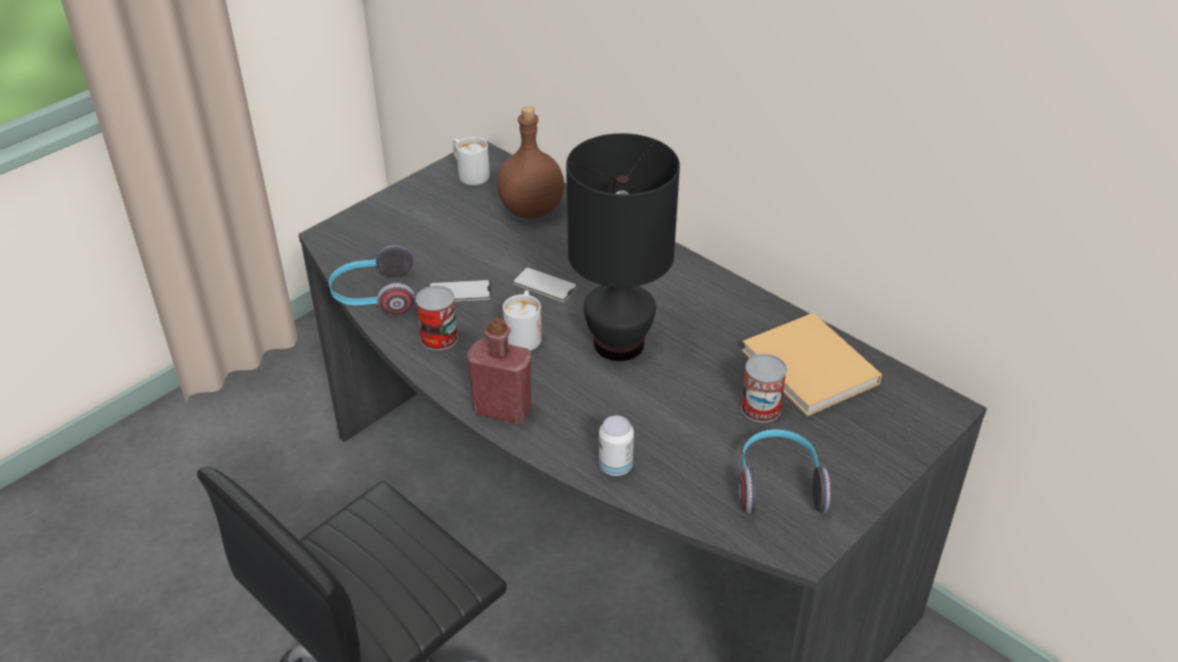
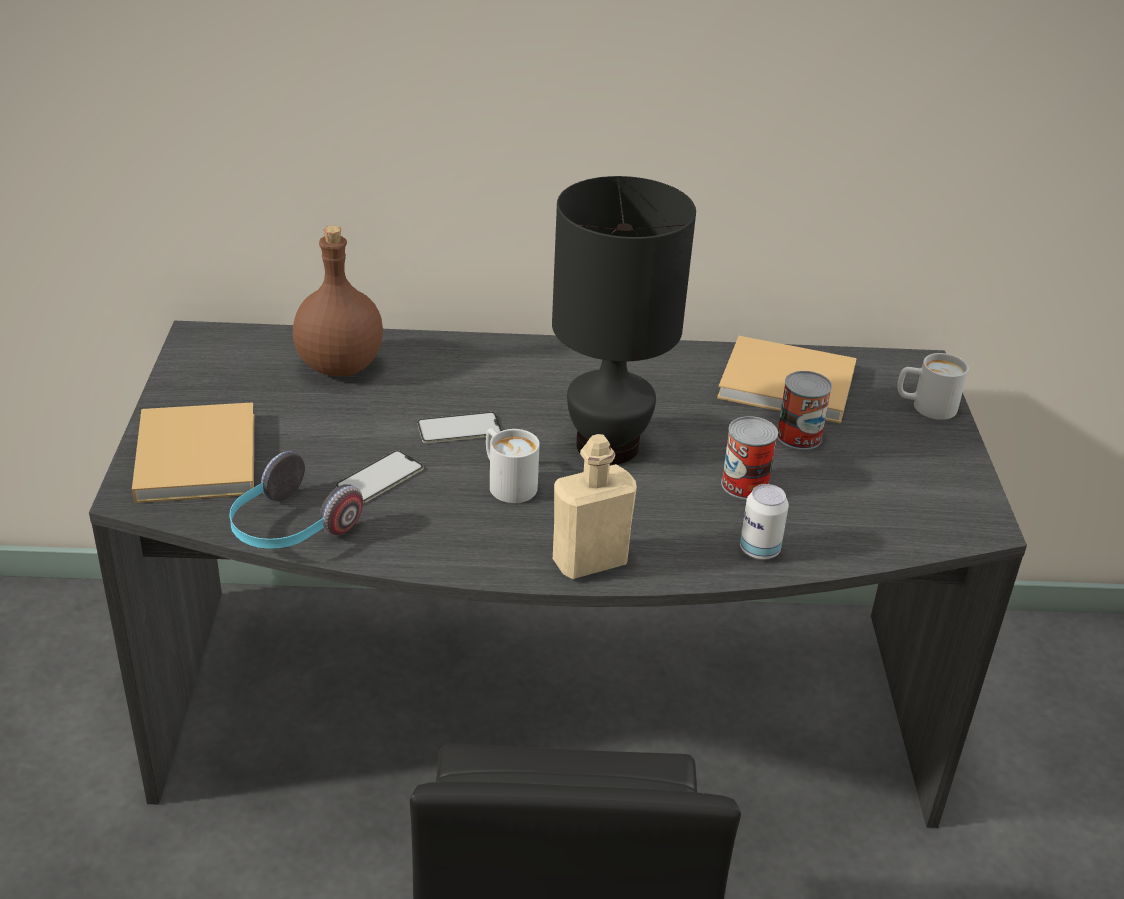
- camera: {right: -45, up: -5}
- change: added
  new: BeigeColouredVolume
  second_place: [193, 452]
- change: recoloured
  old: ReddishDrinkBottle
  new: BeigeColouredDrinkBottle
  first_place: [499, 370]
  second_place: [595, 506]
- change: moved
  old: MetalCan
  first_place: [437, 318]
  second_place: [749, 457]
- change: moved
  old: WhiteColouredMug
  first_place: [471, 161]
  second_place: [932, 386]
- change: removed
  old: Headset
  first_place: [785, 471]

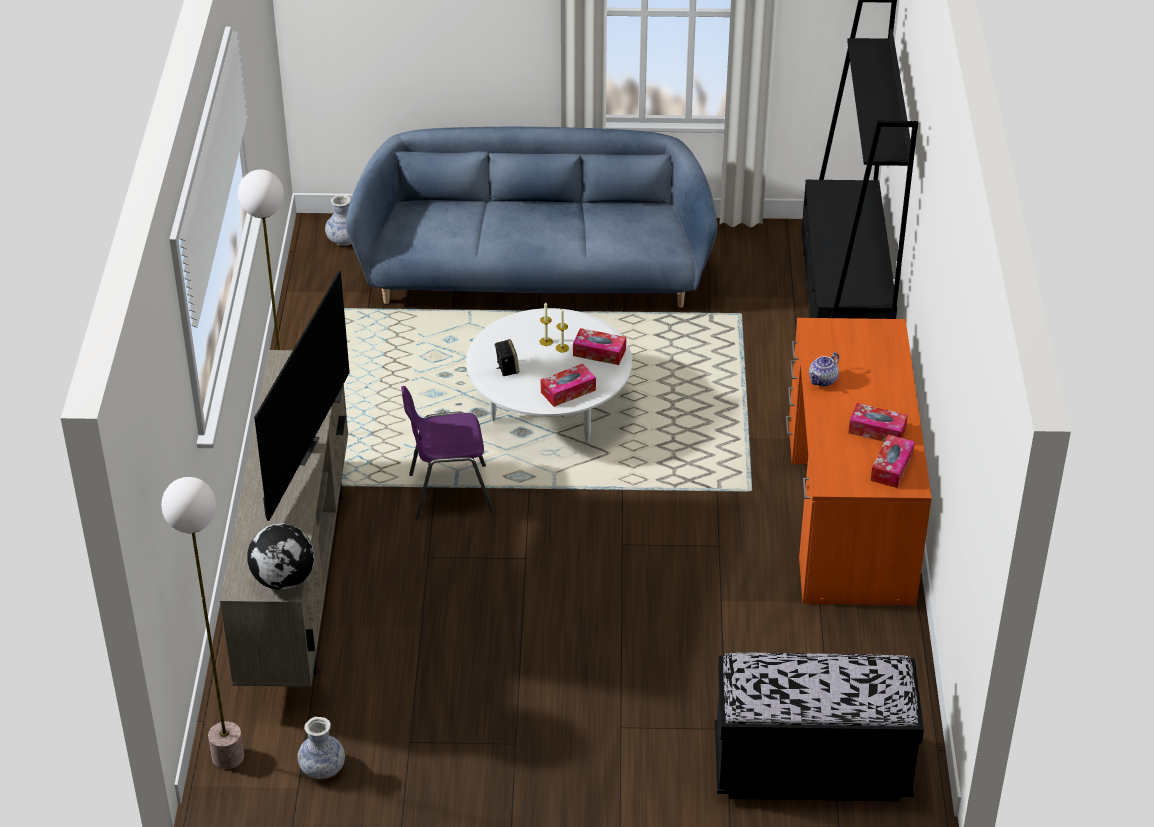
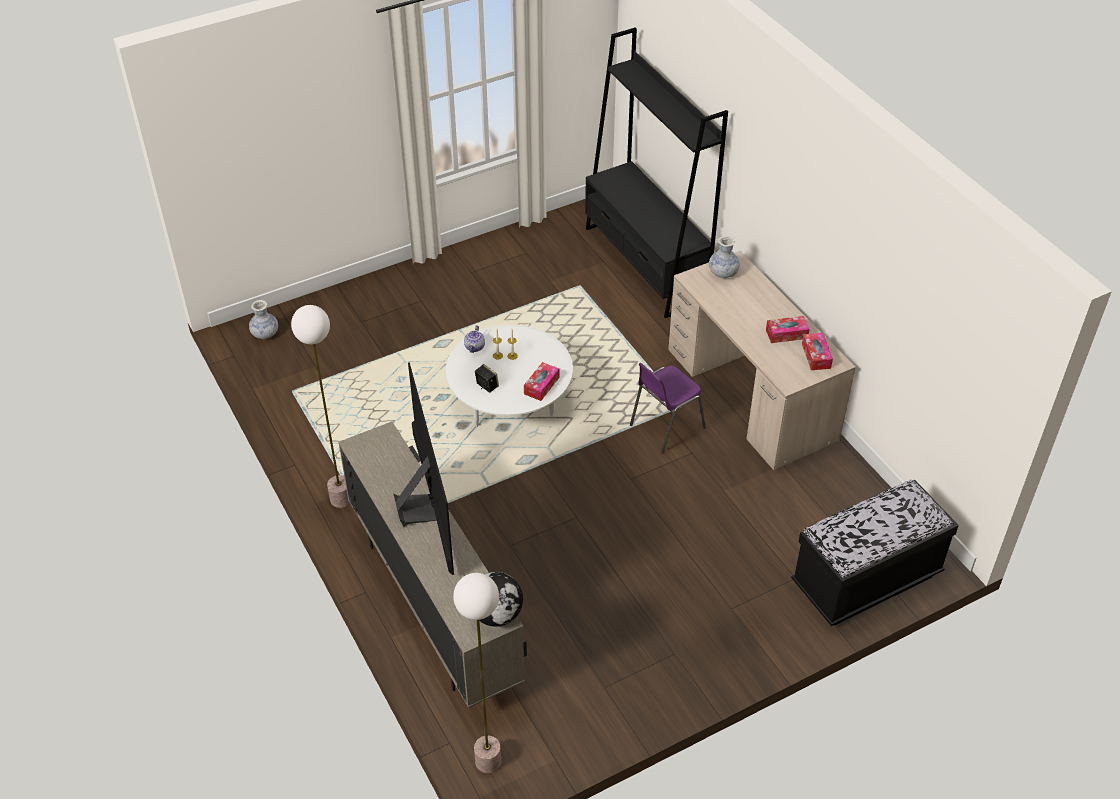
- camera: {right: -30, up: 5}
- change: moved
  old: PotForTea
  first_place: [824, 369]
  second_place: [474, 339]
- change: moved
  old: PurplishPlainChair
  first_place: [447, 452]
  second_place: [668, 408]
- change: recoloured
  old: OrangeyDeskUnit
  new: BeigeColouredDeskUnit
  first_place: [859, 461]
  second_place: [762, 360]
- change: moved
  old: FlowerVase
  first_place: [321, 748]
  second_place: [724, 257]
- change: removed
  old: BlueSettee
  first_place: [531, 217]
- change: removed
  old: TissueHolder
  first_place: [599, 346]

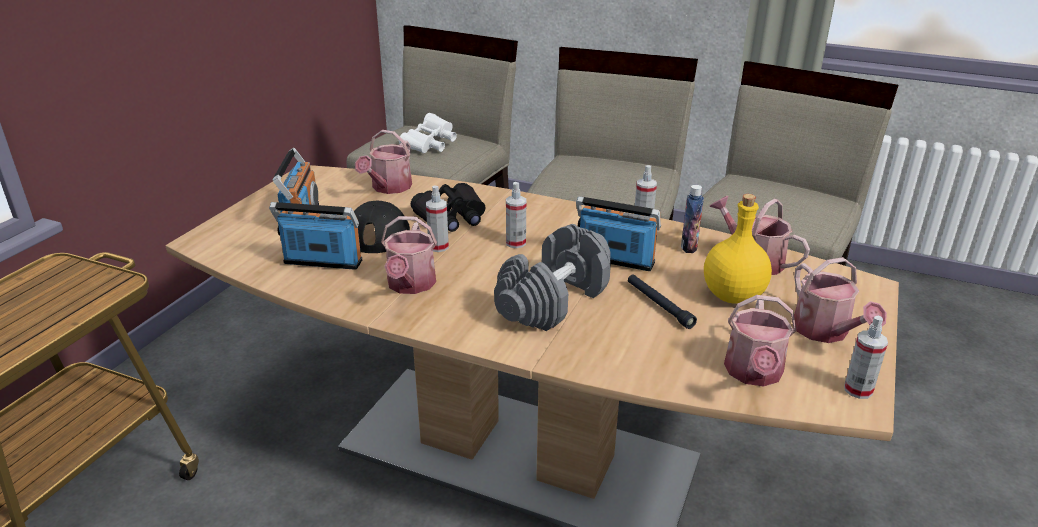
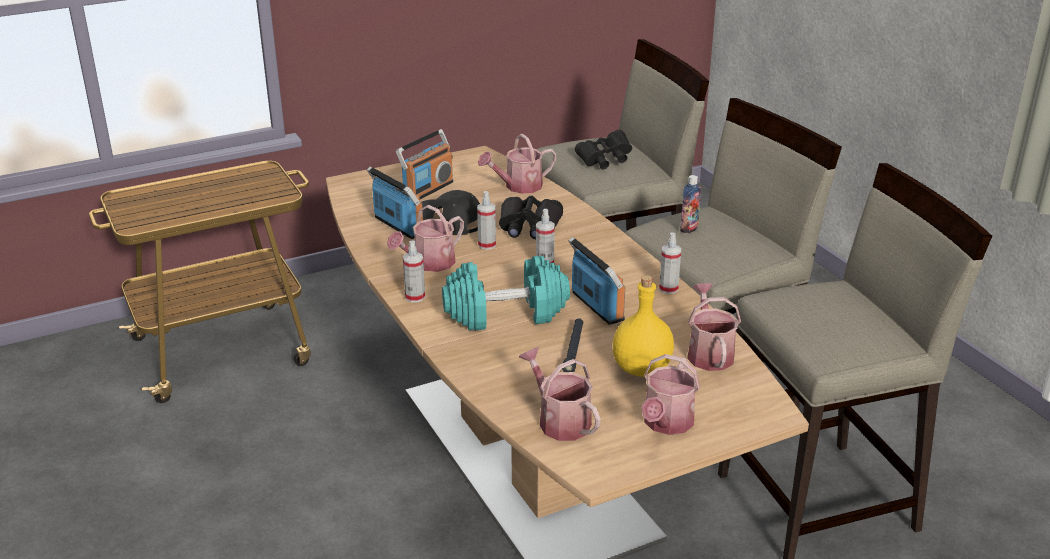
- camera: {right: 40, up: 0}
- change: moved
  old: HandSprayer
  first_place: [866, 357]
  second_place: [414, 271]
- change: recoloured
  old: GreyFreeWeight
  new: TurquoiseColouredFreeWeight
  first_place: [552, 277]
  second_place: [506, 293]
- change: turned
  old: WateringPot
  first_place: [760, 341]
  second_place: [560, 394]
  degrees: 90
- change: recoloured
  old: WhiteColouredFieldGlasses
  new: BlackFieldGlasses
  first_place: [428, 133]
  second_place: [603, 149]
- change: moved
  old: DrinkBottle
  first_place: [692, 219]
  second_place: [690, 204]

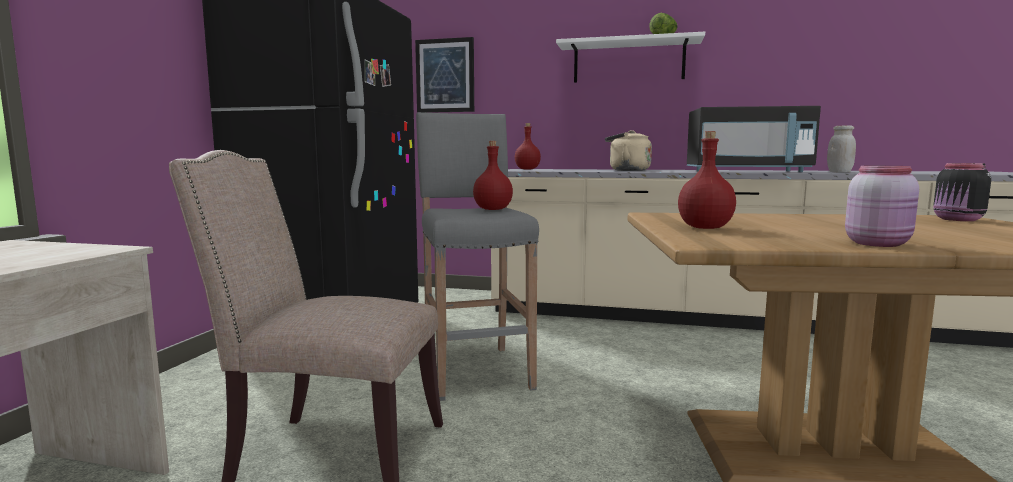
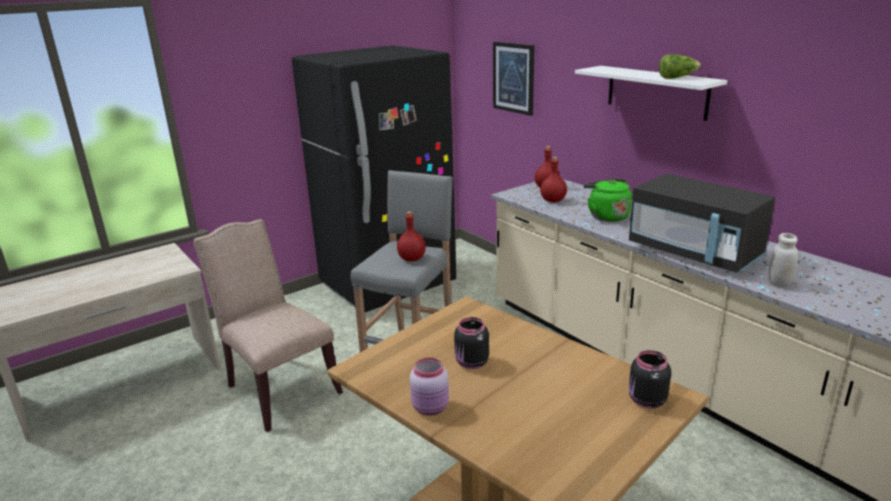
- camera: {right: 40, up: 15}
- change: added
  new: BlackStorageJar
  second_place: [471, 343]
- change: moved
  old: ReddishDrinkBottle
  first_place: [707, 180]
  second_place: [553, 179]
- change: recoloured
  old: BeigeColouredWaterKettle
  new: GreenWaterKettle
  first_place: [628, 150]
  second_place: [607, 200]

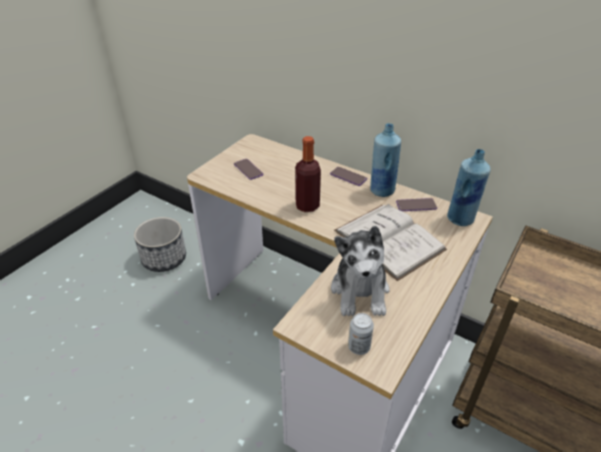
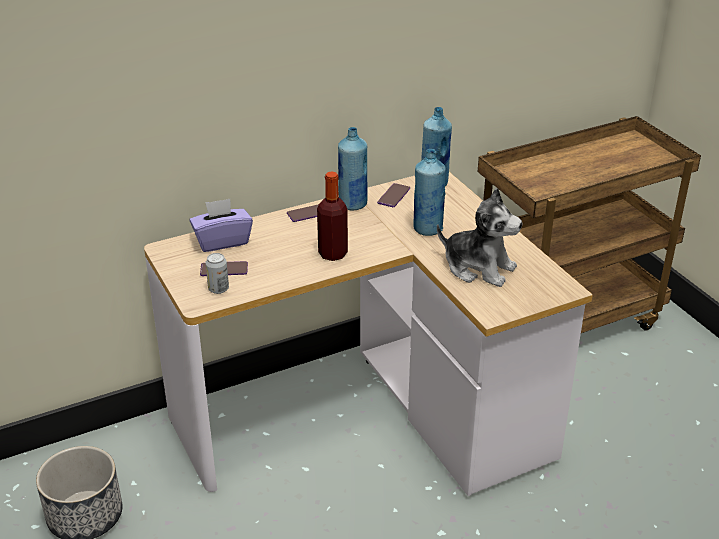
- camera: {right: -60, up: -5}
- change: added
  new: PurplishTissueHolder
  second_place: [221, 225]
- change: moved
  old: MetalCan
  first_place: [361, 334]
  second_place: [217, 273]
- change: replaced
  old: WhiteColouredVolume
  new: BlueDrinkBottle
  first_place: [390, 242]
  second_place: [429, 192]

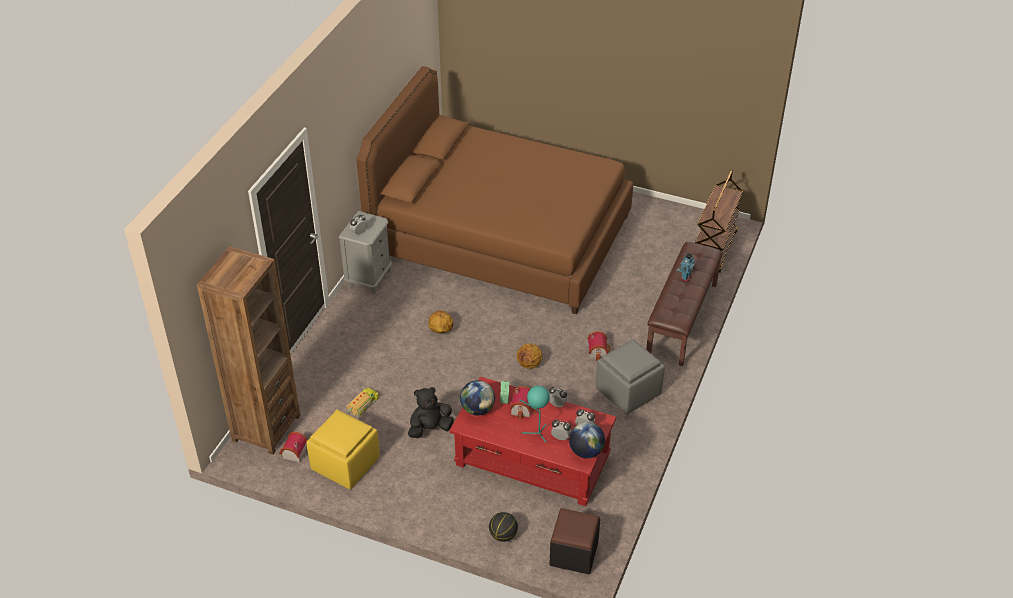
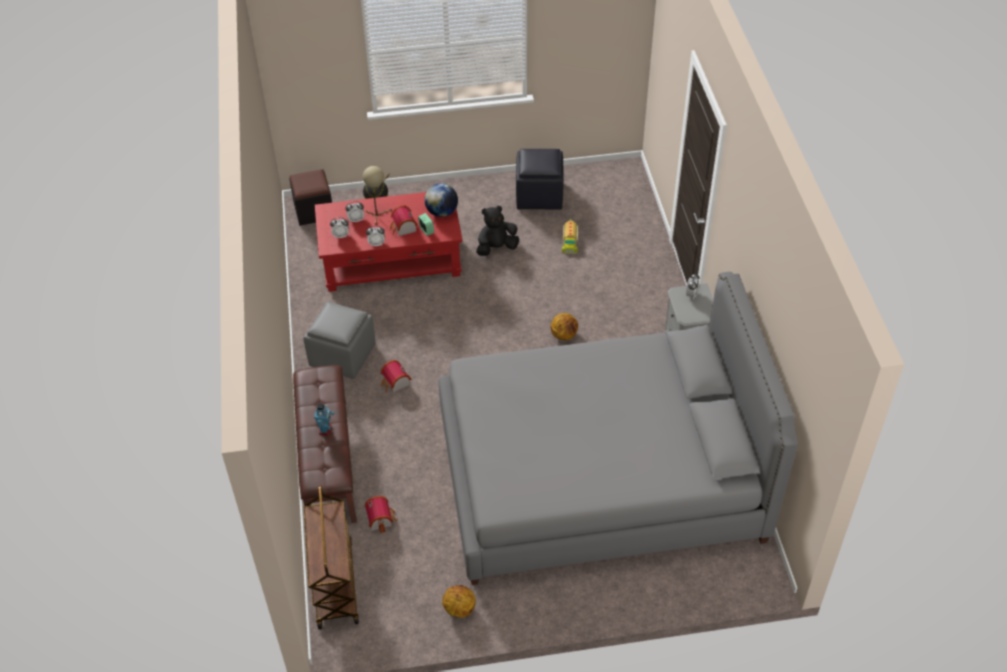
- camera: {right: 150, up: 5}
- change: recoloured
  old: TurquoiseColouredLampForATable
  new: BeigeColouredLampForATable
  first_place: [534, 414]
  second_place: [377, 195]
- change: moved
  old: ToyHouse
  first_place: [293, 447]
  second_place: [380, 514]
- change: recoloured
  old: BrownishSleepingBed
  new: GreySleepingBed
  first_place: [494, 190]
  second_place: [618, 428]
- change: moved
  old: BasketballBall
  first_place: [529, 356]
  second_place: [459, 601]
- change: turned
  old: BlackSoftToy
  first_place: [431, 412]
  second_place: [497, 231]
  degrees: -150
- change: recoloured
  old: YellowColouredOttoman
  new: BlackOttoman
  first_place: [343, 449]
  second_place: [540, 179]
- change: removed
  old: BrownishShelvingUnit
  first_place: [248, 351]
- change: removed
  old: WorldGlobe
  first_place: [587, 440]

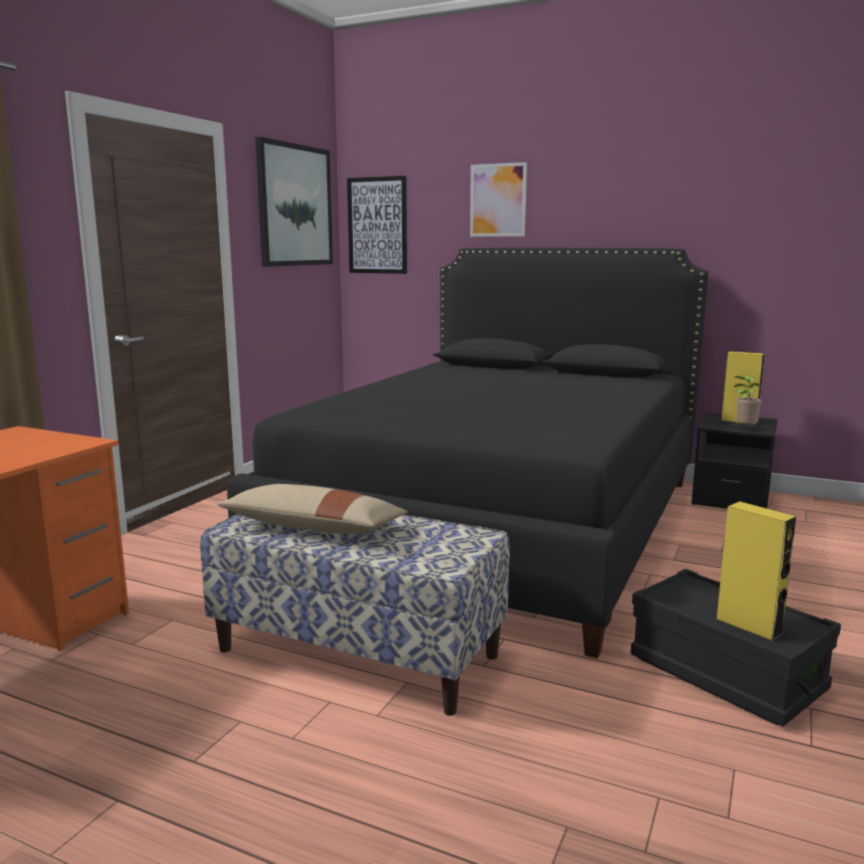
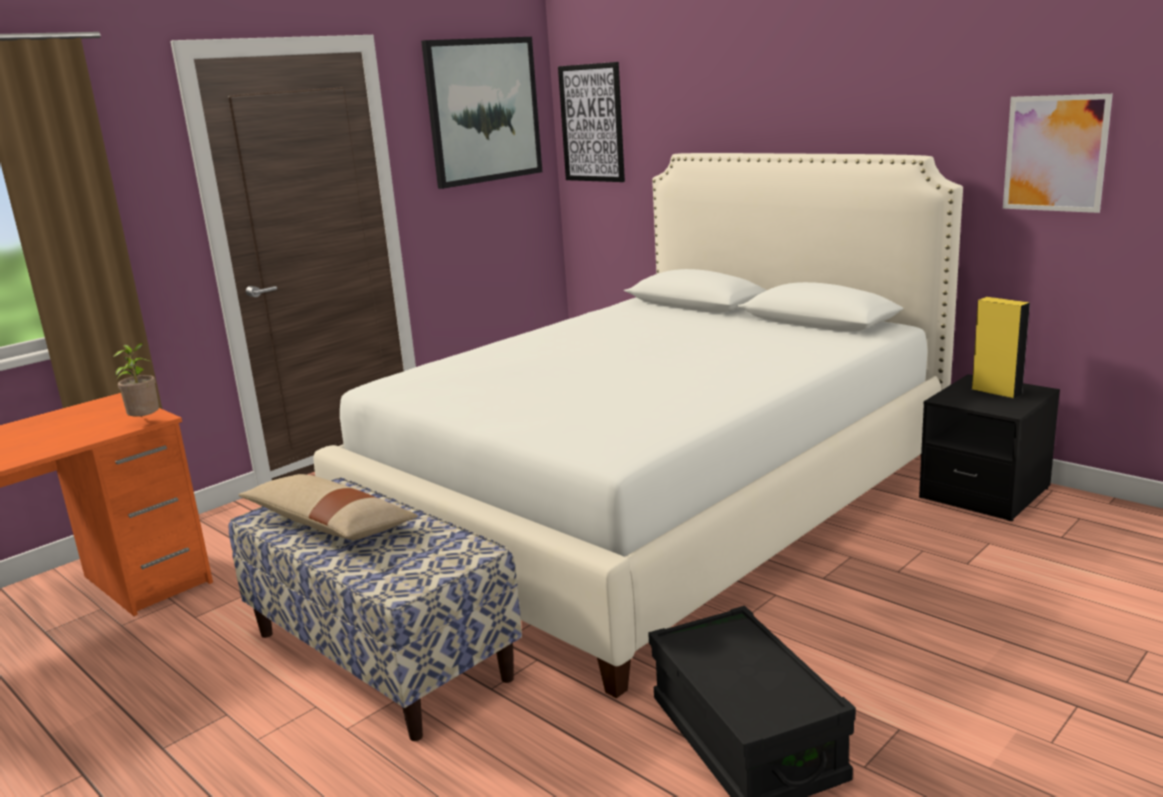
- camera: {right: 20, up: 5}
- change: moved
  old: PottedPlant
  first_place: [748, 400]
  second_place: [136, 380]
- change: recoloured
  old: BlackSleepingBed
  new: WhiteColouredSleepingBed
  first_place: [467, 453]
  second_place: [638, 425]
- change: moved
  old: WallPicture
  first_place: [498, 199]
  second_place: [1058, 153]
- change: removed
  old: YellowColouredSpeaker
  first_place: [755, 571]

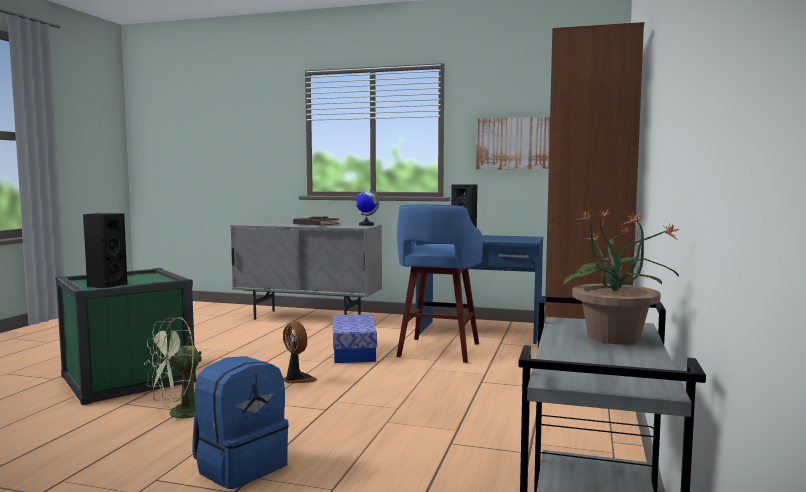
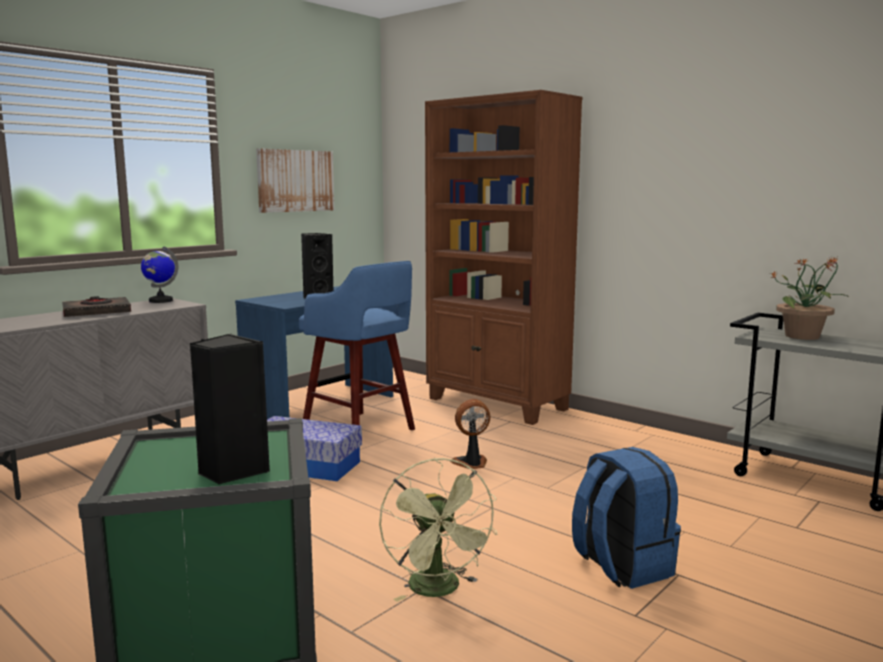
- camera: {right: -65, up: 5}
- change: moved
  old: Fan
  first_place: [300, 352]
  second_place: [470, 434]

